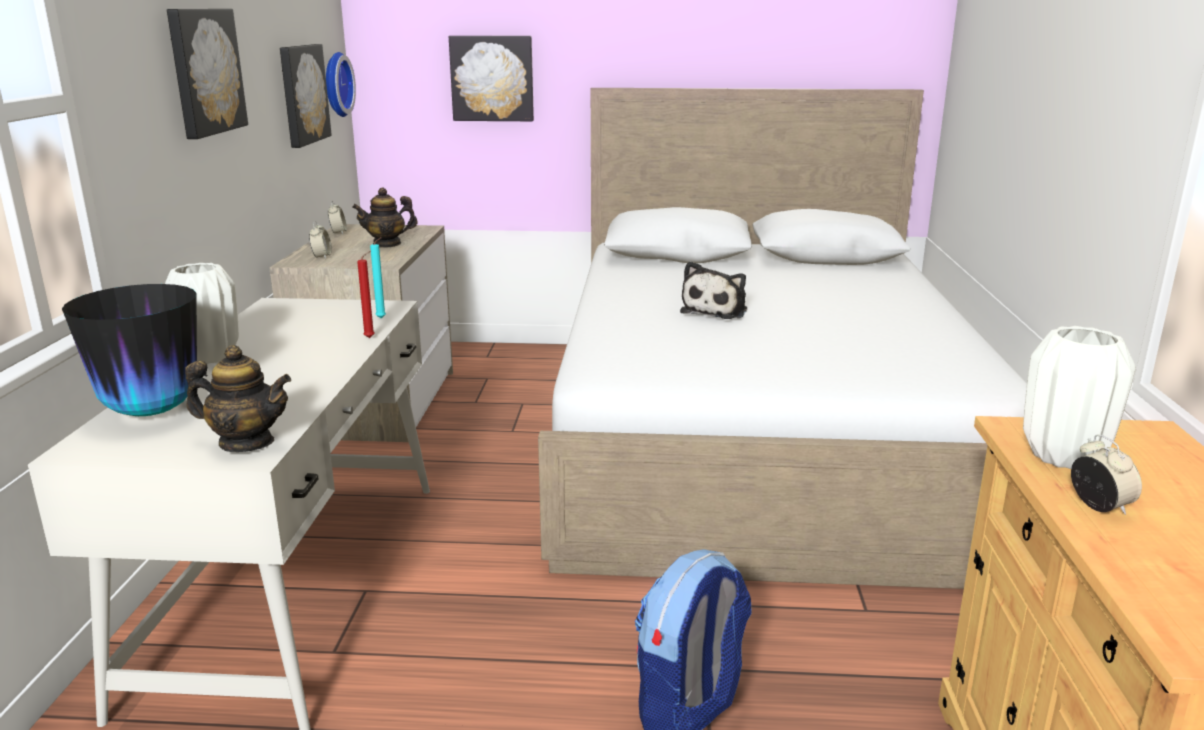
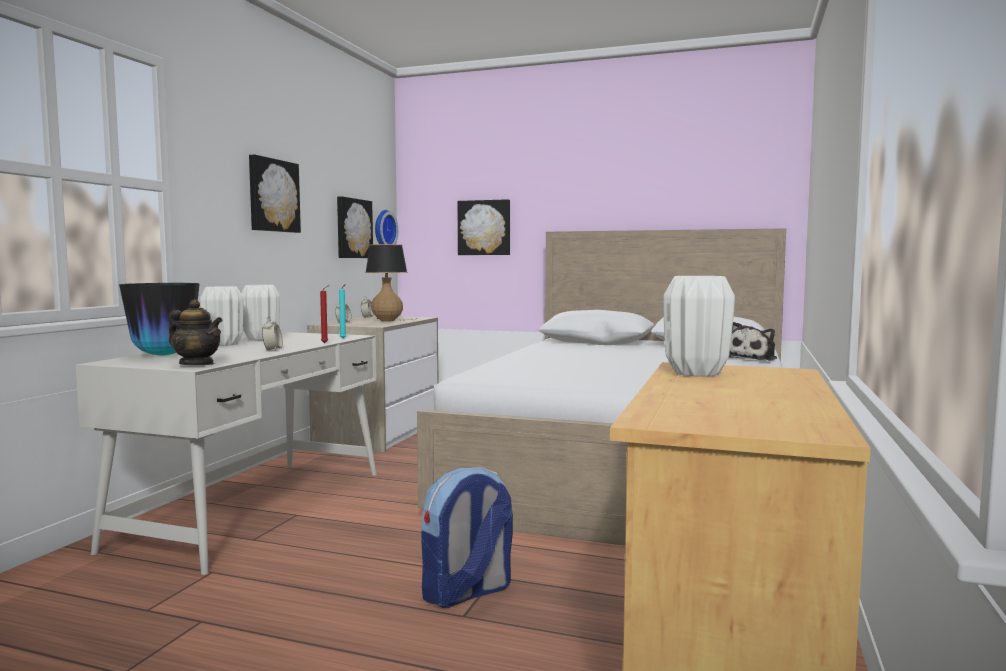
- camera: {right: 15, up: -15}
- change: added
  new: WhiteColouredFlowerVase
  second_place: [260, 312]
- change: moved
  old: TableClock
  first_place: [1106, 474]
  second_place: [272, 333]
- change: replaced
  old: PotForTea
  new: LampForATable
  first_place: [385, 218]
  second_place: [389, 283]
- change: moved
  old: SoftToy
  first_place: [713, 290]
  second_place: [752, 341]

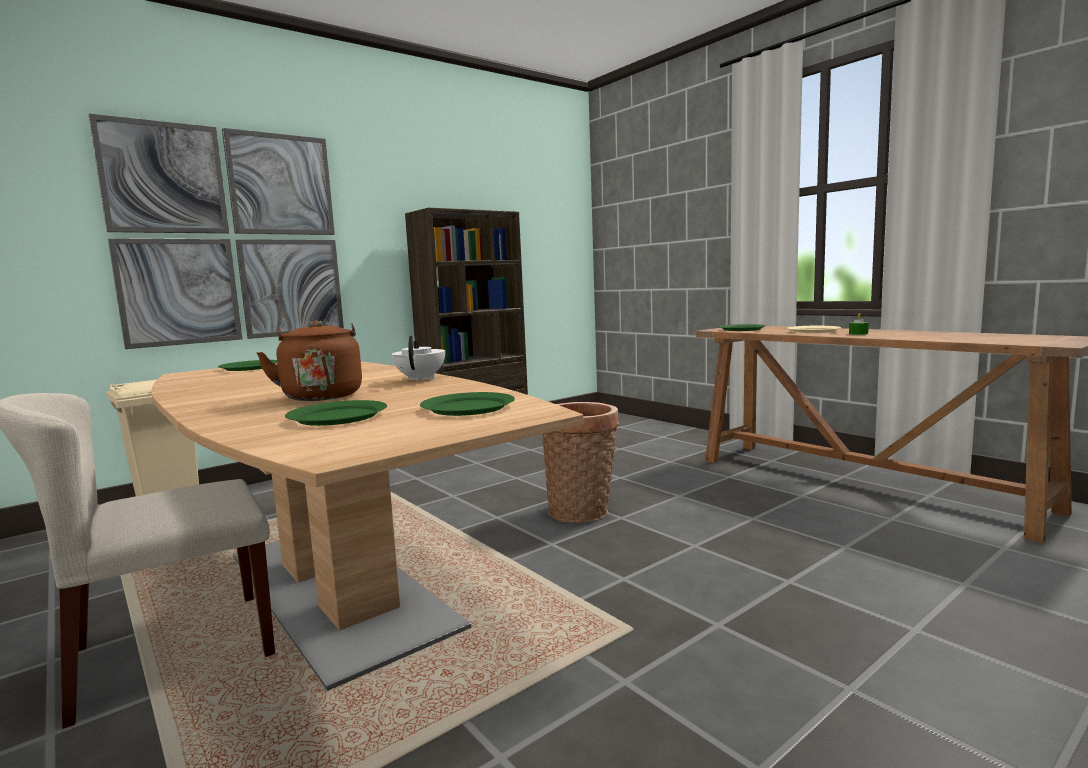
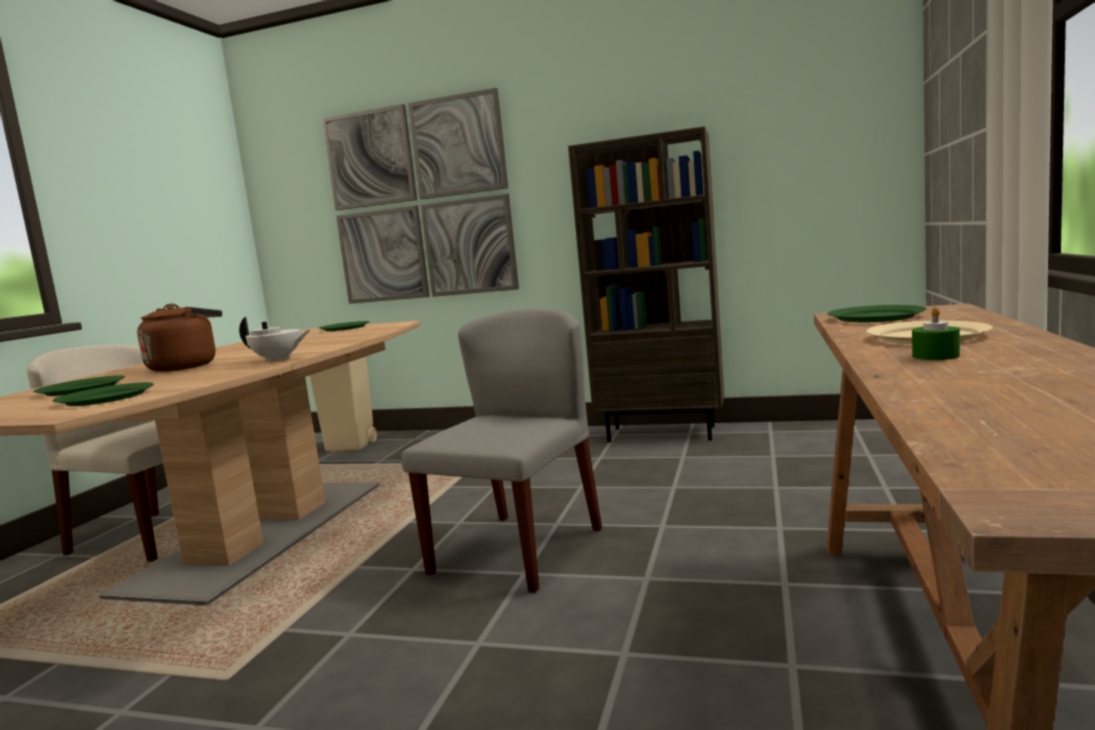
- camera: {right: 55, up: 0}
- change: turned
  old: WhiteColouredPotForTea
  first_place: [418, 358]
  second_place: [274, 339]
  degrees: 45
- change: replaced
  old: Basket
  new: GreyPlainChair
  first_place: [580, 462]
  second_place: [501, 451]

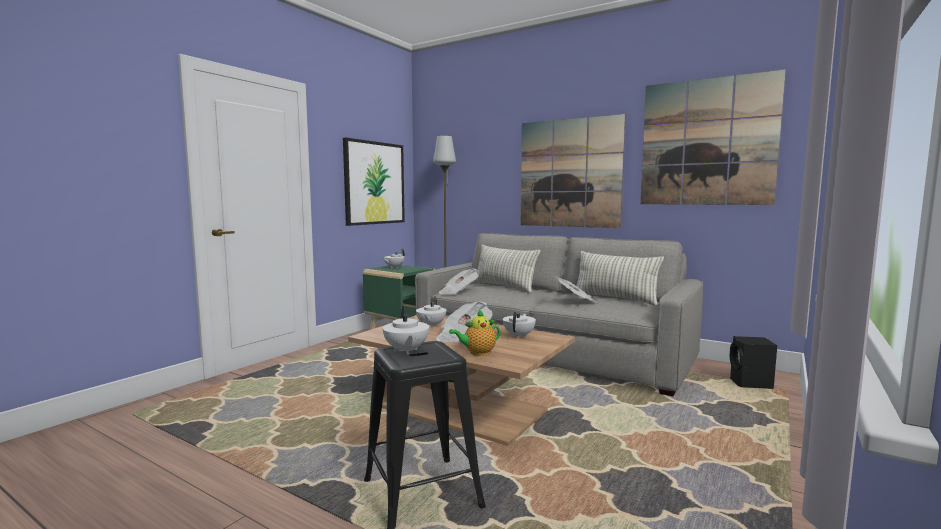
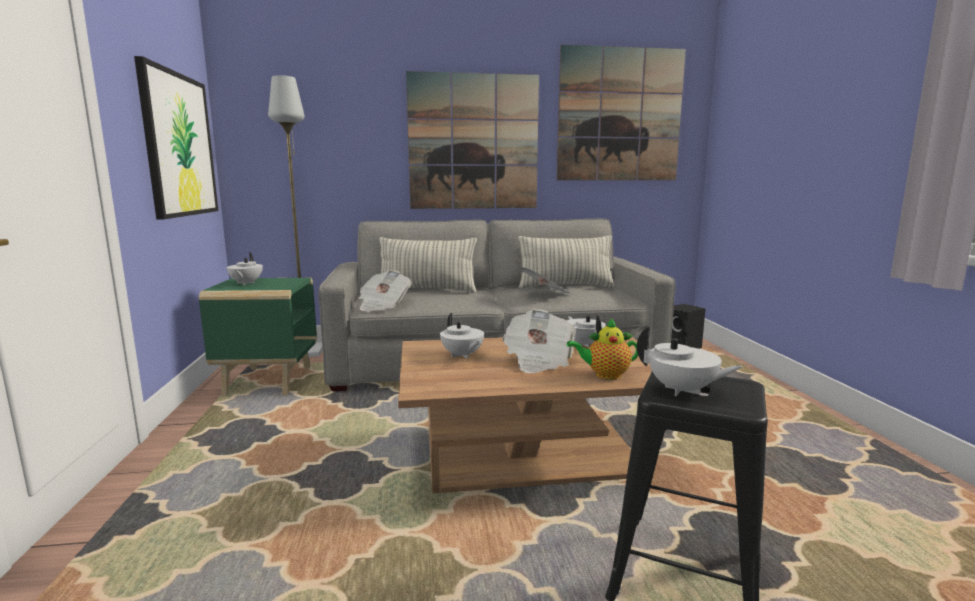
- camera: {right: -40, up: 5}
- change: turned
  old: PotForTea
  first_place: [474, 332]
  second_place: [602, 348]
  degrees: 60

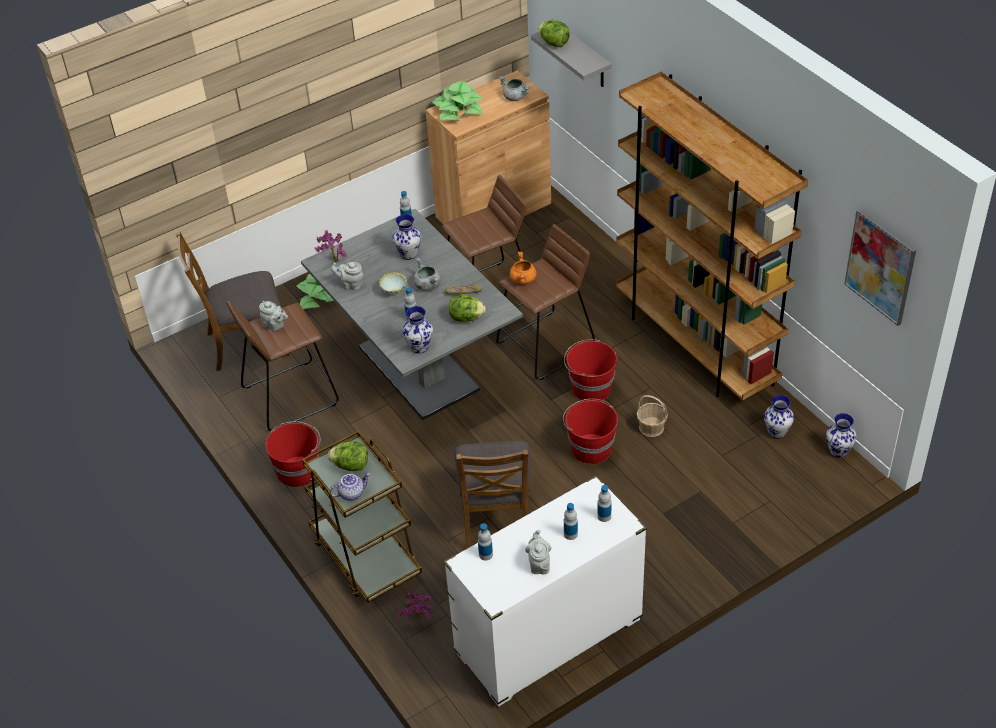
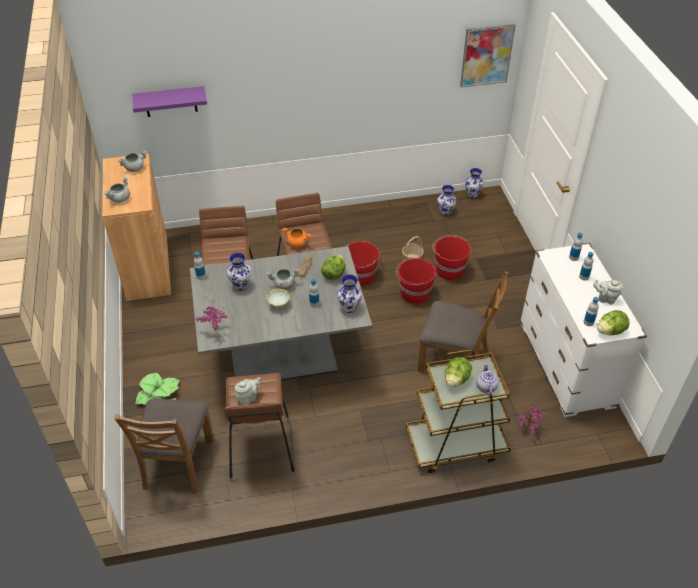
- camera: {right: -70, up: 0}
- change: replaced
  old: PottedPlant
  new: GreySaucepot
  first_place: [457, 101]
  second_place: [117, 190]
- change: recoloured
  old: GreyBracketShelf
  new: PurplishBracketShelf
  first_place: [571, 59]
  second_place: [169, 101]
- change: moved
  old: ReddishPail
  first_place: [293, 454]
  second_place: [452, 258]
- change: moved
  old: Lettuce
  first_place: [554, 33]
  second_place: [613, 323]
- change: removed
  old: GreyPotForTea
  first_place: [347, 276]
- change: removed
  old: BrownishShelvingUnit
  first_place: [711, 236]

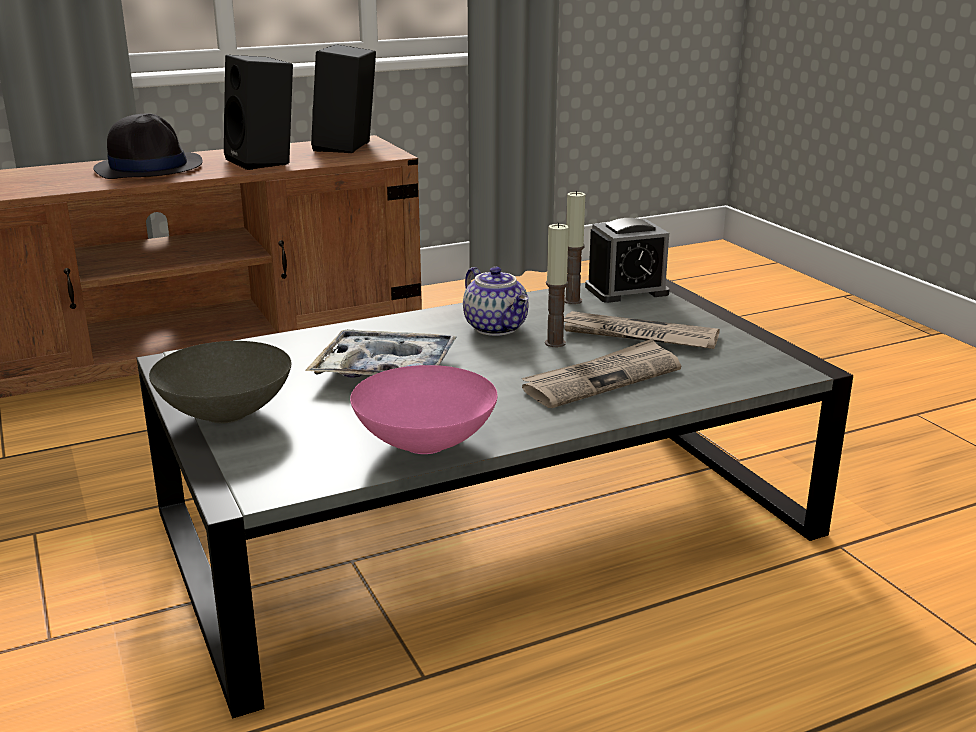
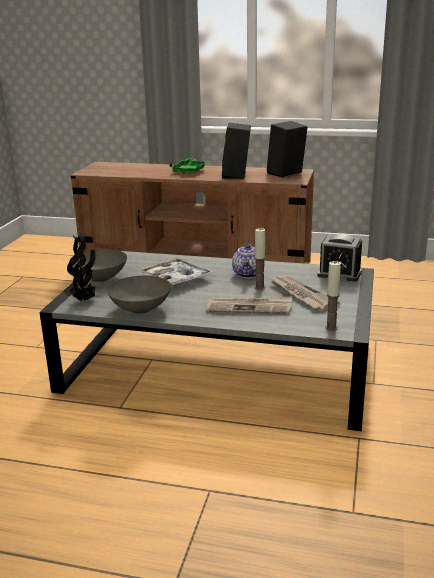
- camera: {right: 40, up: 0}
- change: added
  new: PottedPlant
  second_place: [81, 267]
- change: recoloured
  old: PinkishBowl
  new: GreyBowl
  first_place: [424, 409]
  second_place: [139, 295]
- change: replaced
  old: BlackWearableHat
  new: GreenServingTray
  first_place: [148, 146]
  second_place: [188, 166]
- change: moved
  old: WaxLight
  first_place: [574, 247]
  second_place: [333, 296]

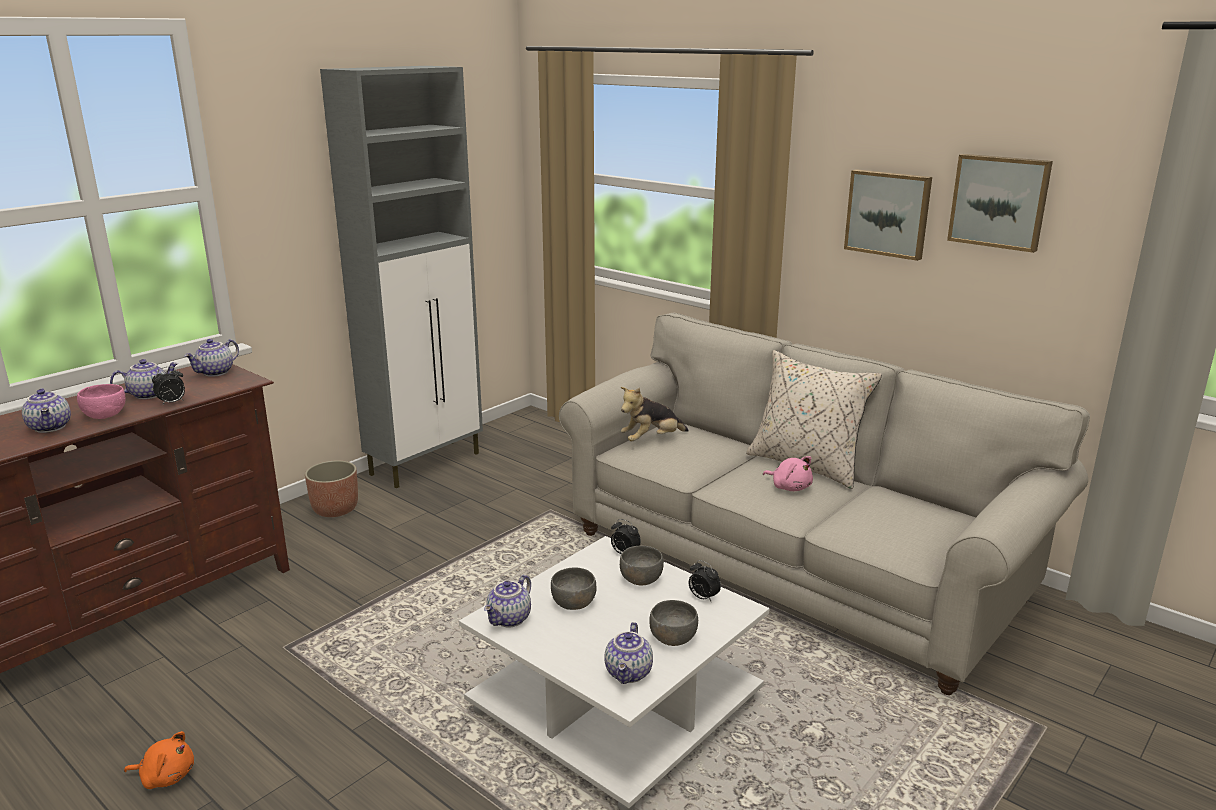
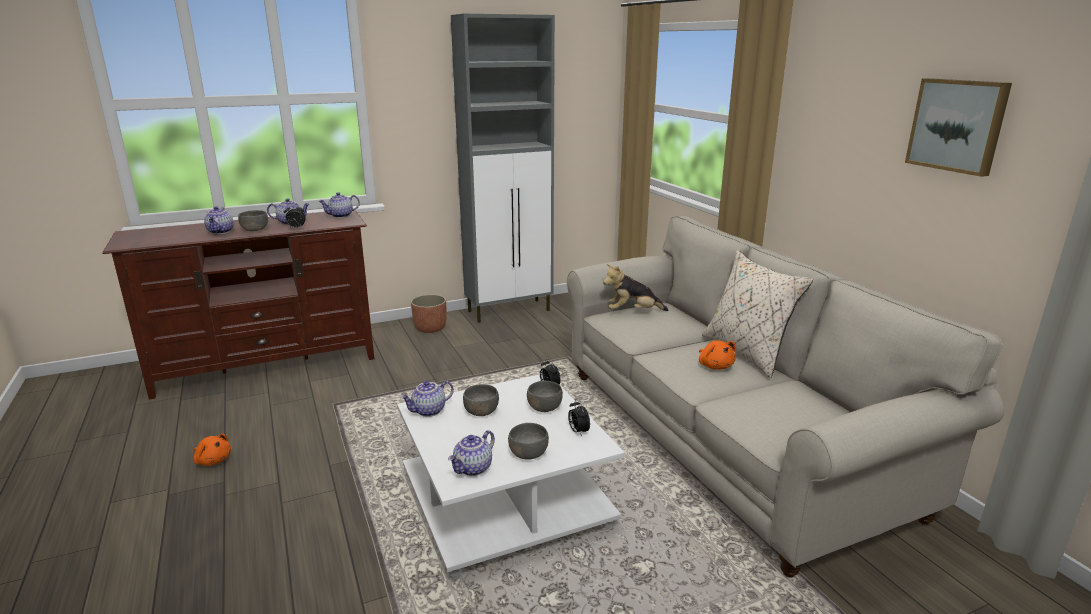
- camera: {right: 25, up: 0}
- change: recoloured
  old: PinkishBowl
  new: GreyBowl
  first_place: [101, 401]
  second_place: [253, 220]
- change: recoloured
  old: PinkishSoftToy
  new: OrangeySoftToy
  first_place: [788, 473]
  second_place: [717, 355]
- change: removed
  old: WallPicture
  first_place: [888, 215]

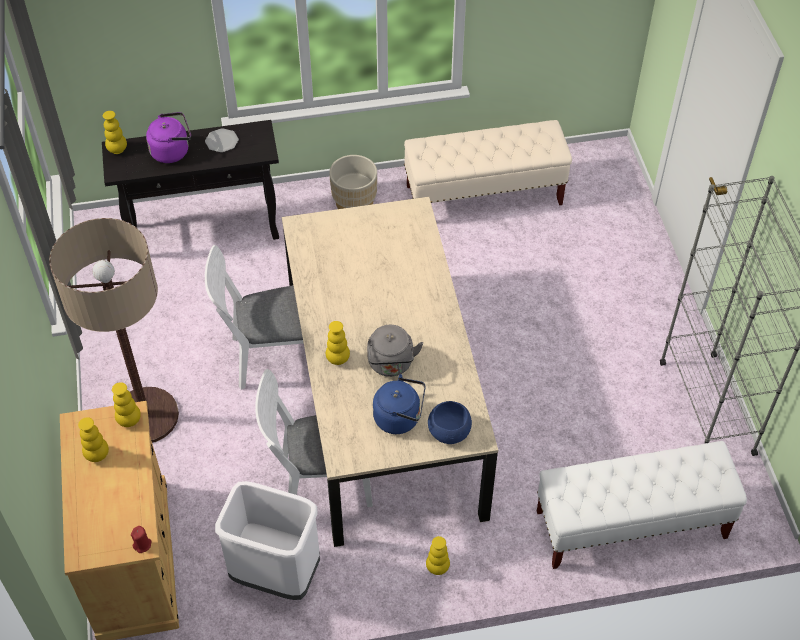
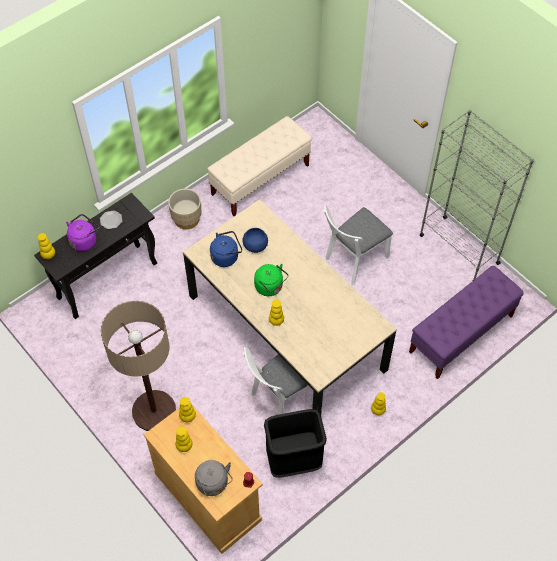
- camera: {right: -30, up: 5}
- change: moved
  old: GreyWaterKettle
  first_place: [395, 351]
  second_place: [214, 478]
- change: moved
  old: BlueWaterKettle
  first_place: [399, 404]
  second_place: [226, 249]
- change: moved
  old: BlueBowl
  first_place: [450, 422]
  second_place: [255, 240]
- change: added
  new: GreenWaterKettle
  second_place: [271, 280]
- change: recoloured
  old: WhiteColouredWasteBin
  new: BlackWasteBin
  first_place: [267, 540]
  second_place: [295, 443]
- change: moved
  old: WhiteColouredPlainChair
  first_place: [254, 317]
  second_place: [358, 245]
- change: recoloured
  old: WhiteColouredIndoorBench
  new: PurplishIndoorBench
  first_place: [642, 505]
  second_place: [466, 322]

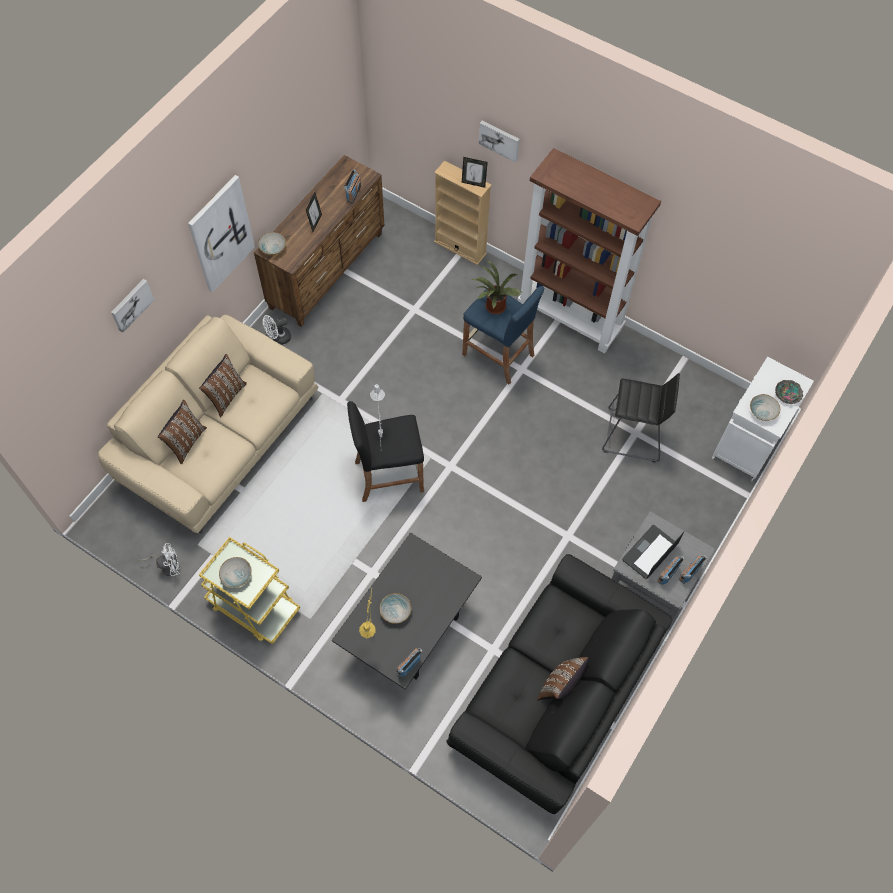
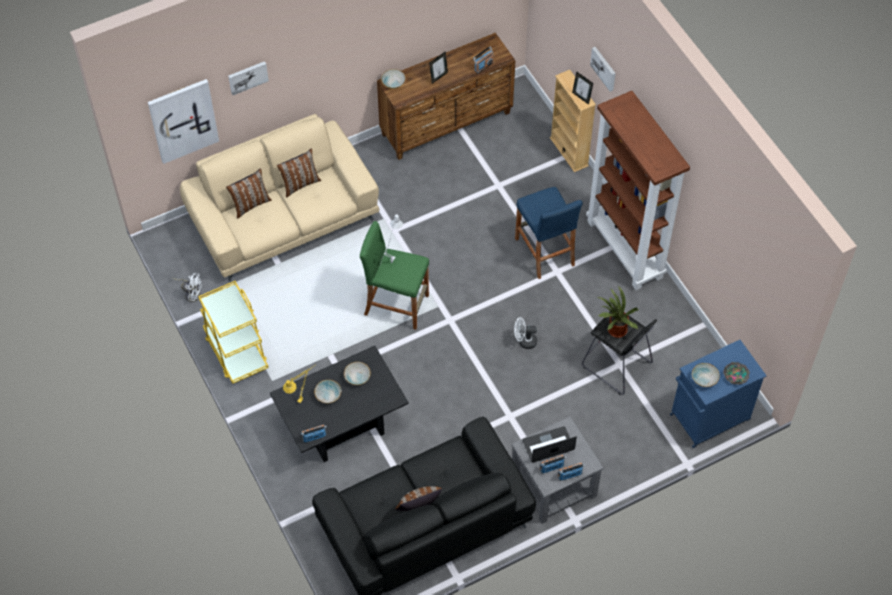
- camera: {right: 30, up: -5}
- change: moved
  old: WallPicture
  first_place: [221, 234]
  second_place: [183, 121]
- change: moved
  old: Bowl
  first_place: [235, 572]
  second_place: [357, 373]
- change: recoloured
  old: BlackStoolSeat
  new: GreenStoolSeat
  first_place: [385, 451]
  second_place: [394, 275]
- change: moved
  old: WhiteColouredFan
  first_place: [277, 330]
  second_place: [525, 333]
- change: moved
  old: PottedPlant
  first_place: [496, 287]
  second_place: [618, 312]
- change: recoloured
  old: WhiteColouredCupboard
  new: BlueCupboard
  first_place: [763, 419]
  second_place: [718, 394]

